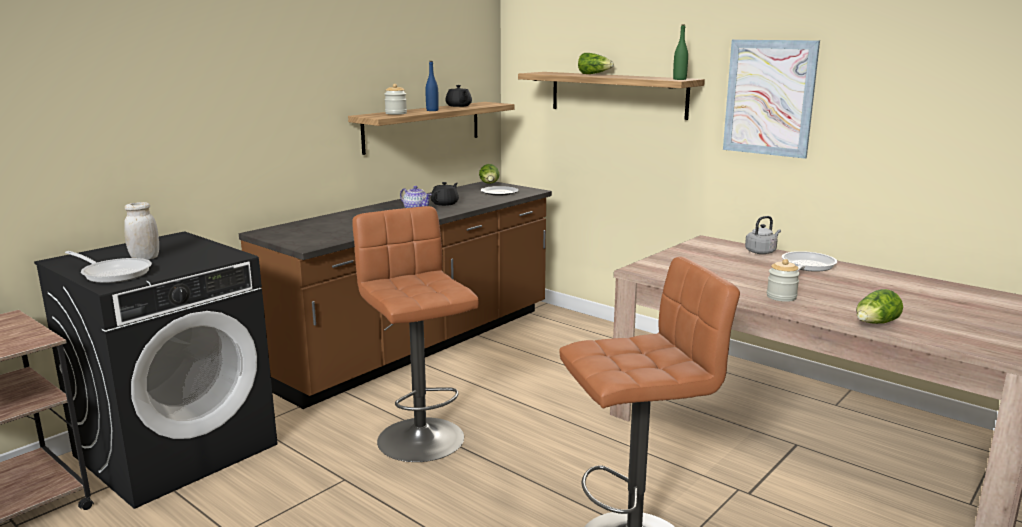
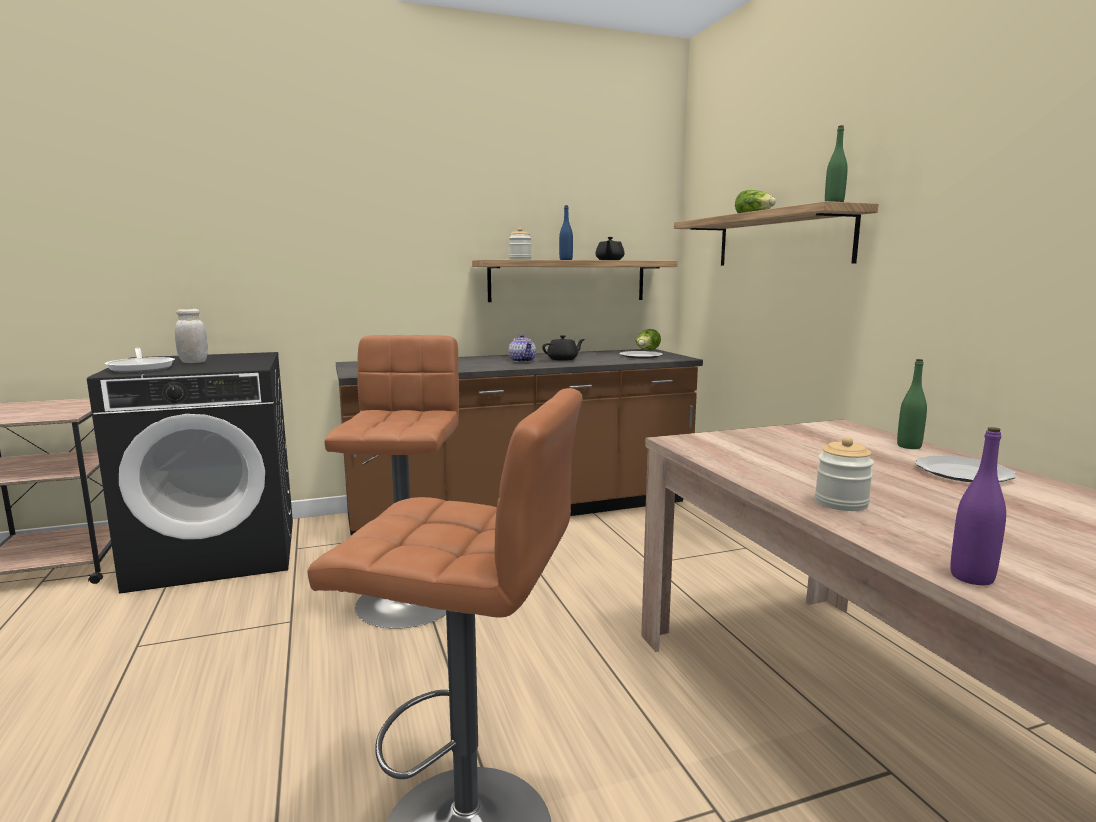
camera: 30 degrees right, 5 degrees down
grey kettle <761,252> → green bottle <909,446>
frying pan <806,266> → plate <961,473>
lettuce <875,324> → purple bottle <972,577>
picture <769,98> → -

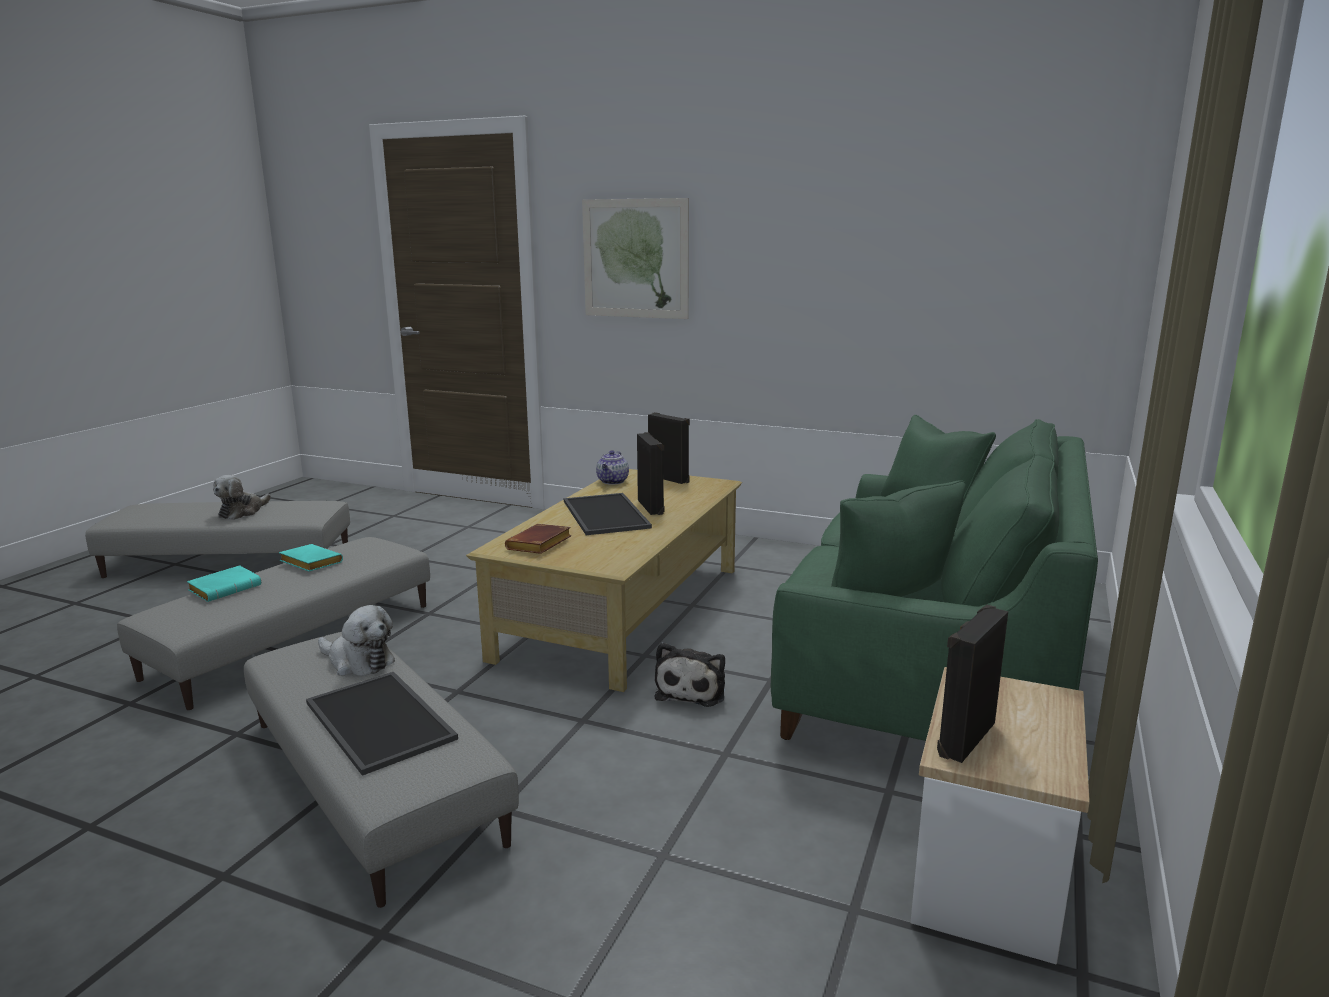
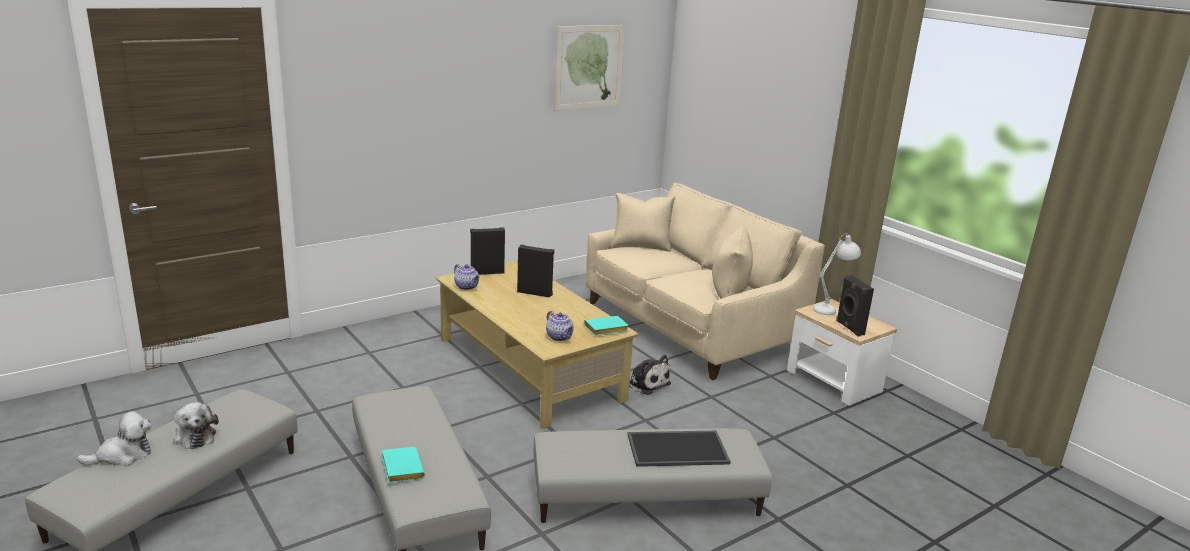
camera: 60 degrees left, 5 degrees up
plush toy <358,662> → plush toy <123,456>, shifted
brown book <539,545> → teapot <560,337>
picture <635,259> → picture <589,67>, shifted
turquoise book <309,563> → turquoise book <605,330>, shifted
green sofa <929,670> → beige sofa <688,326>
- → white table lamp <832,309>
tray <603,514> → -

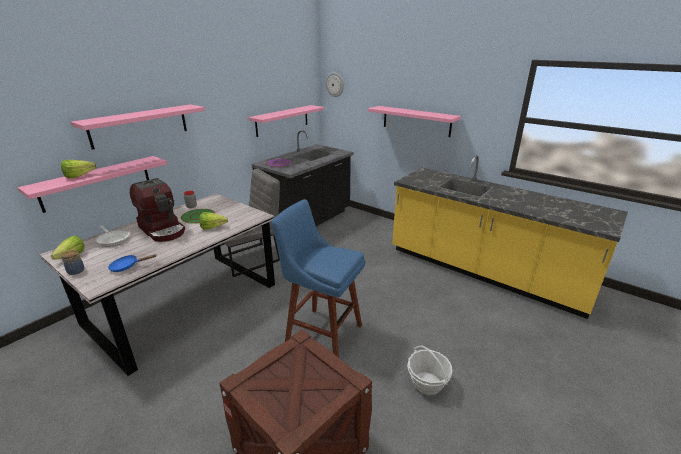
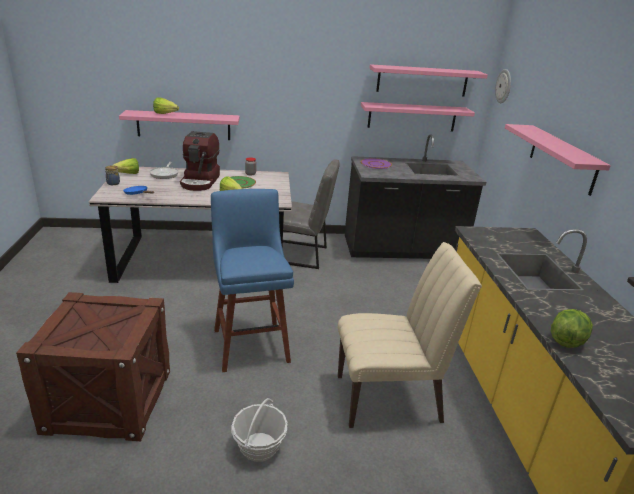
camera: 45 degrees right, 0 degrees up
- → beige chair <387,399>
pink shelf <140,125> → pink shelf <422,80>, shifted
- → lettuce <567,340>

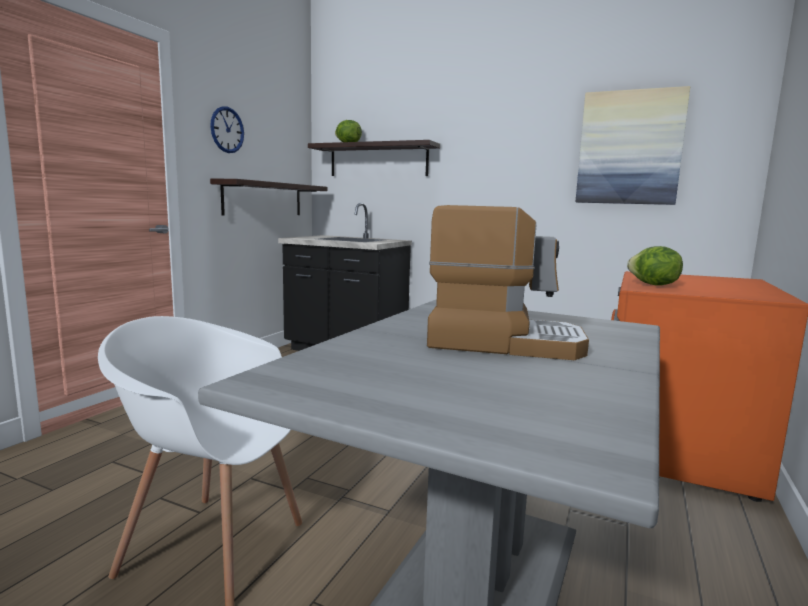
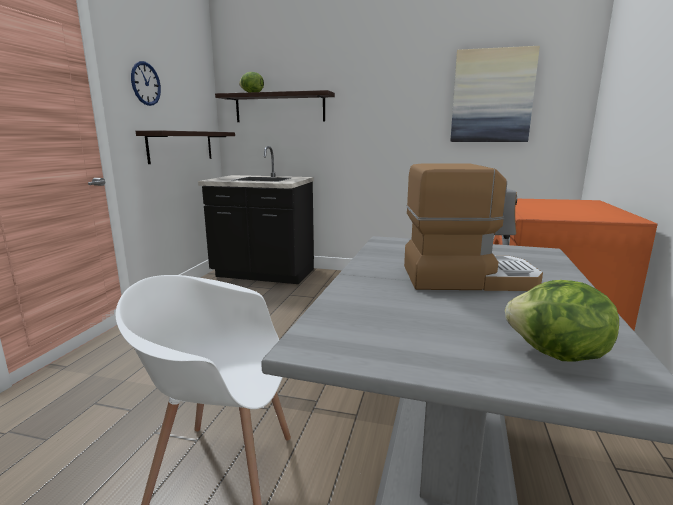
camera: 10 degrees left, 5 degrees up
lettuce <653,285> → lettuce <557,355>, shifted

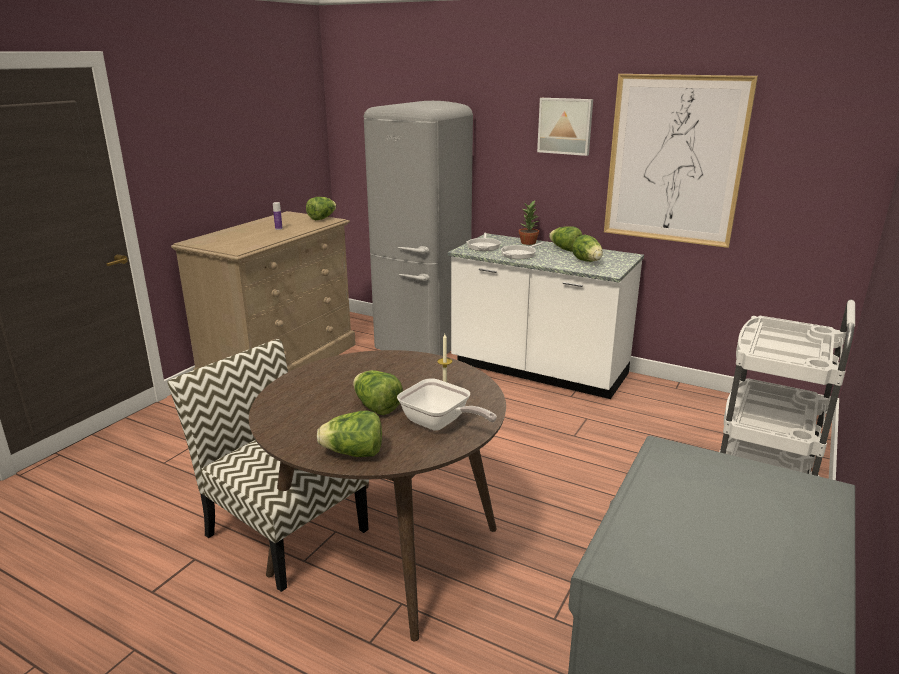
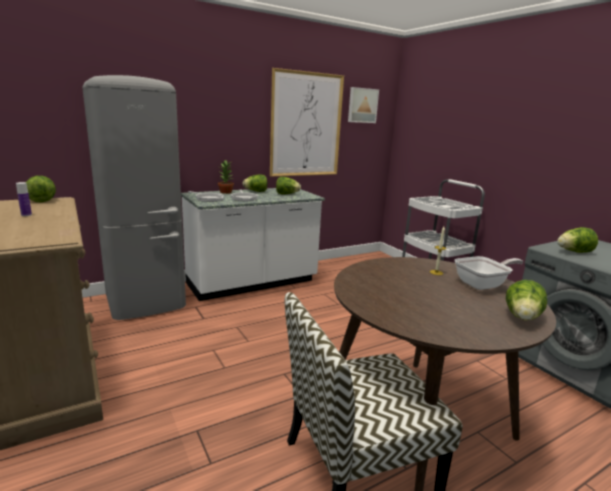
camera: 60 degrees left, 5 degrees down
picture <565,126> → picture <362,105>, shifted
lettuce <376,407> → lettuce <573,252>, shifted

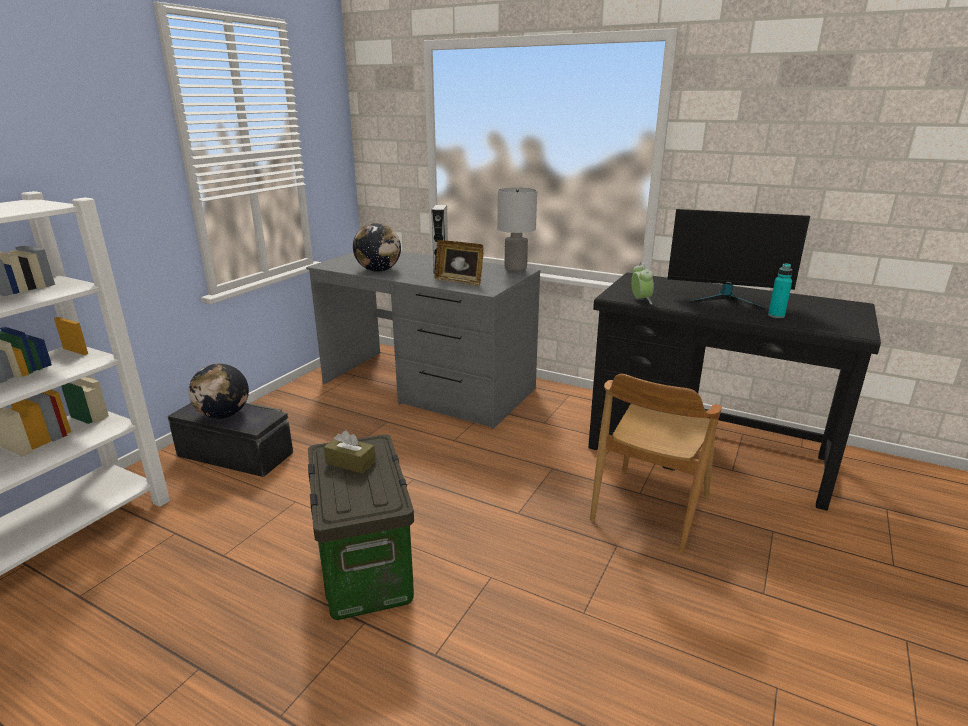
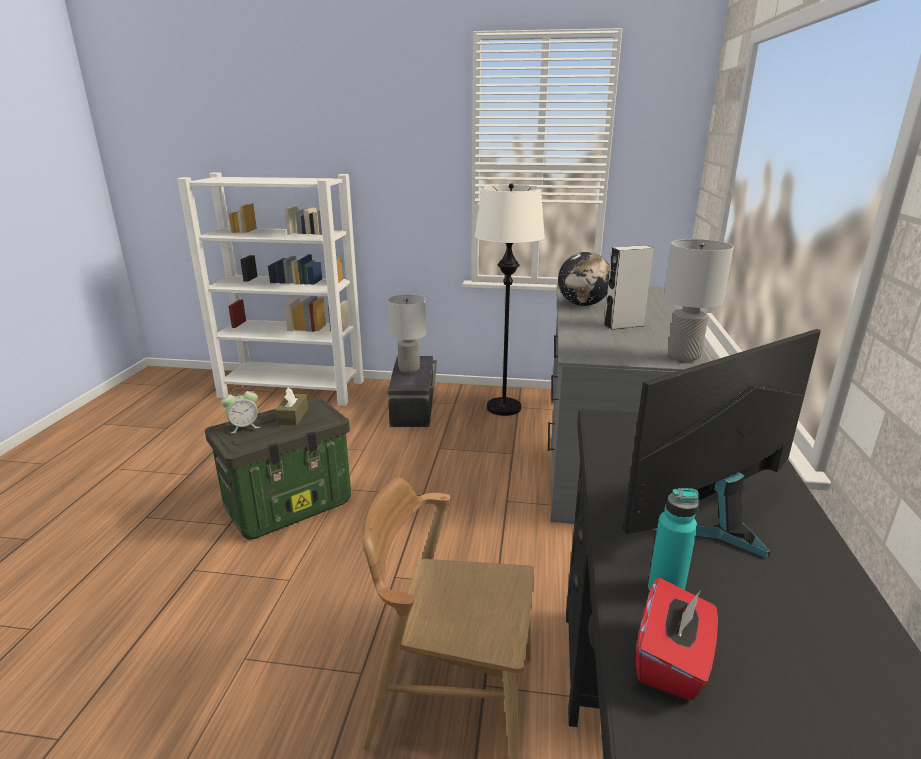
camera: 70 degrees right, 0 degrees up
alarm clock <640,300> → alarm clock <244,427>, shifted
globe <223,415> → grey table lamp <409,371>
- → white floor lamp <503,408>
monitor <726,299> → monitor <712,524>, 60 degrees clockwise
- → red tissue box <672,661>
picture frame <459,281> → -

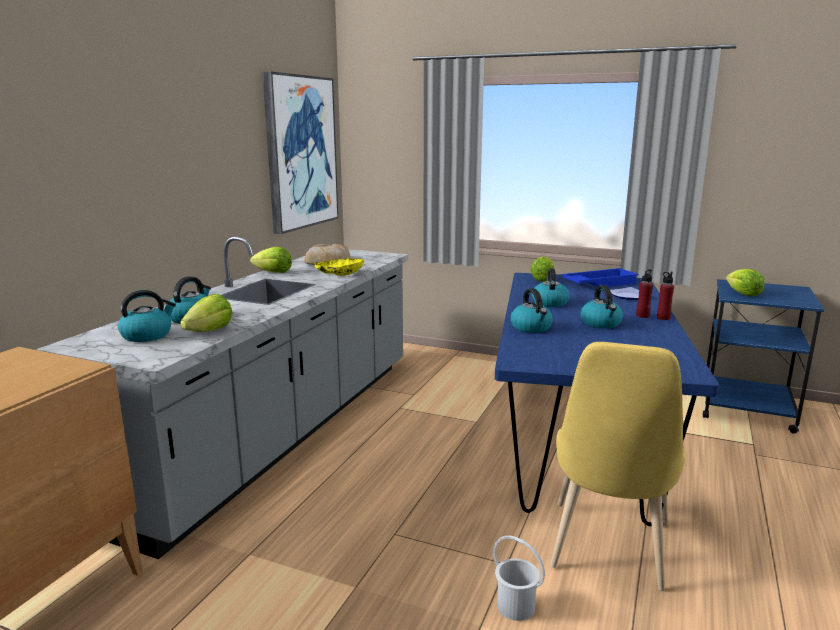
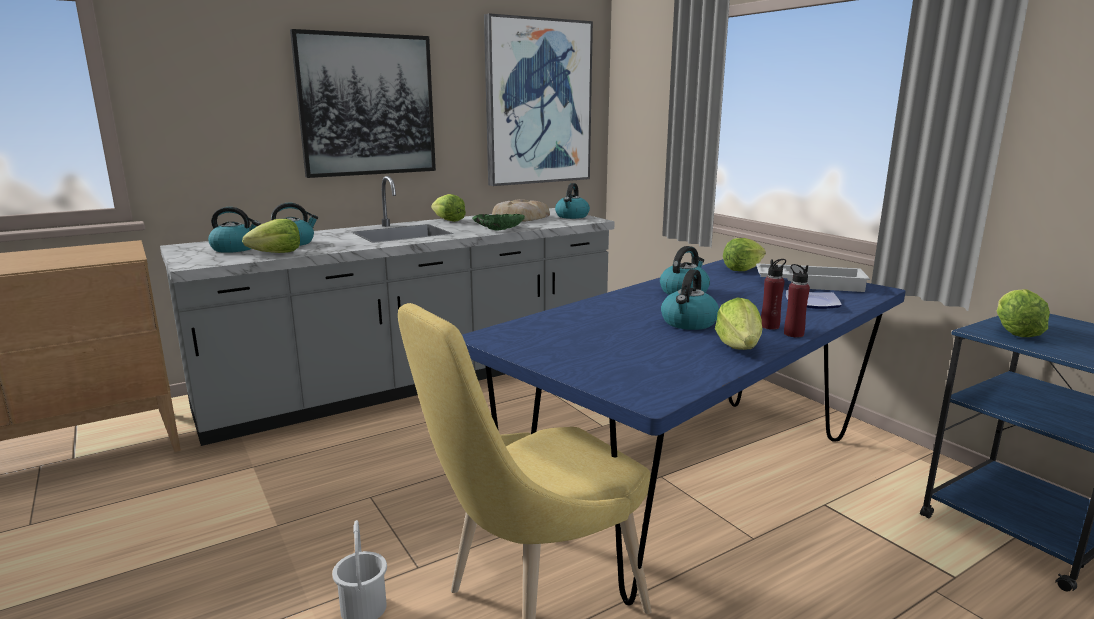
camera: 35 degrees right, 0 degrees up
- → picture <367,105>
yellow bowl <340,273> → green bowl <499,228>
kettle <531,328> → kettle <572,216>, shifted
- → lettuce <739,347>
blue tray <599,283> → white tray <809,283>

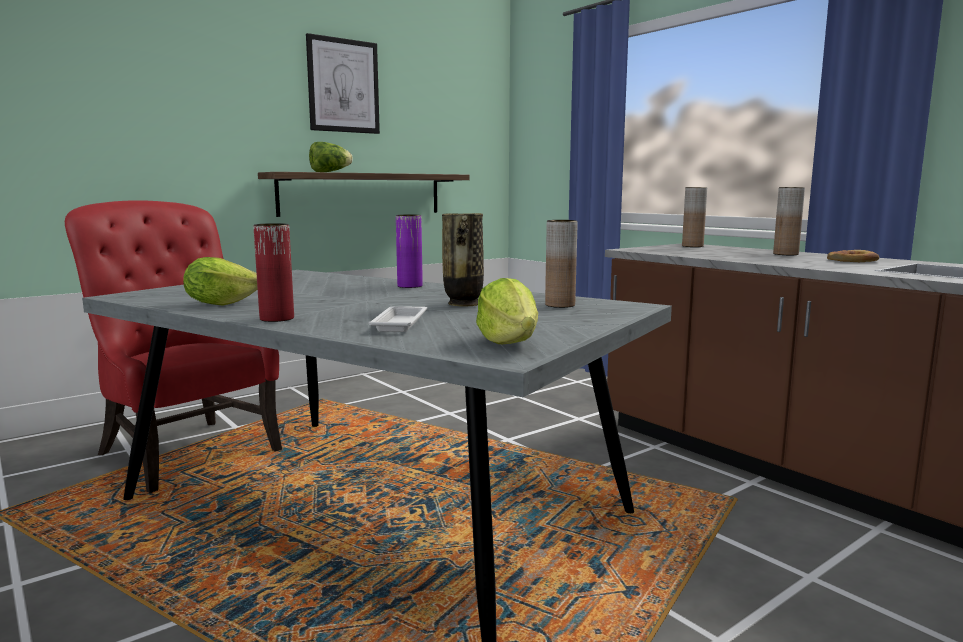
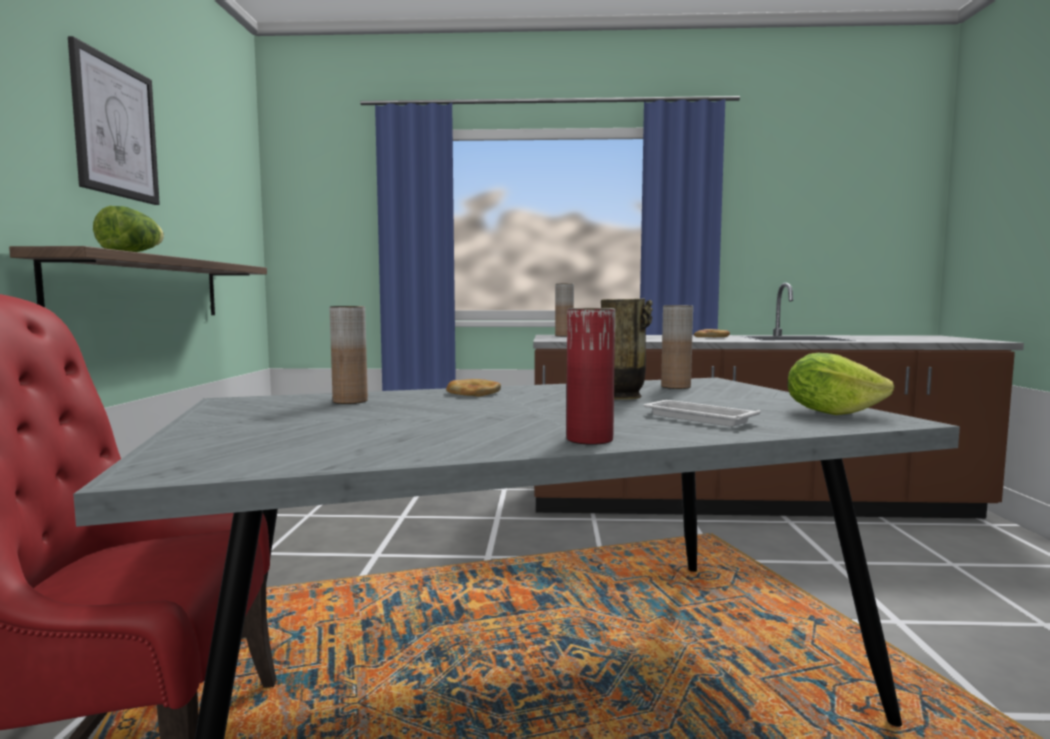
camera: 50 degrees left, 5 degrees down
brown vase <785,254> → brown vase <350,401>, shifted
purple vase <410,286> → bread <473,393>
lettuce <220,304> → -

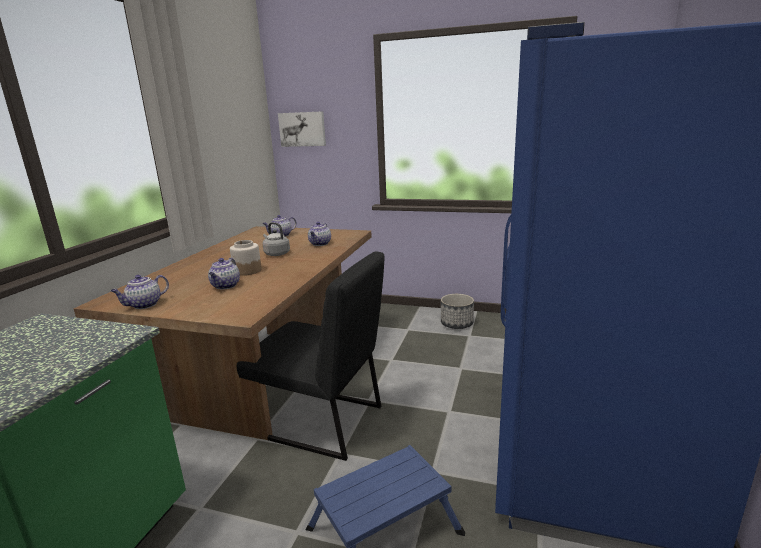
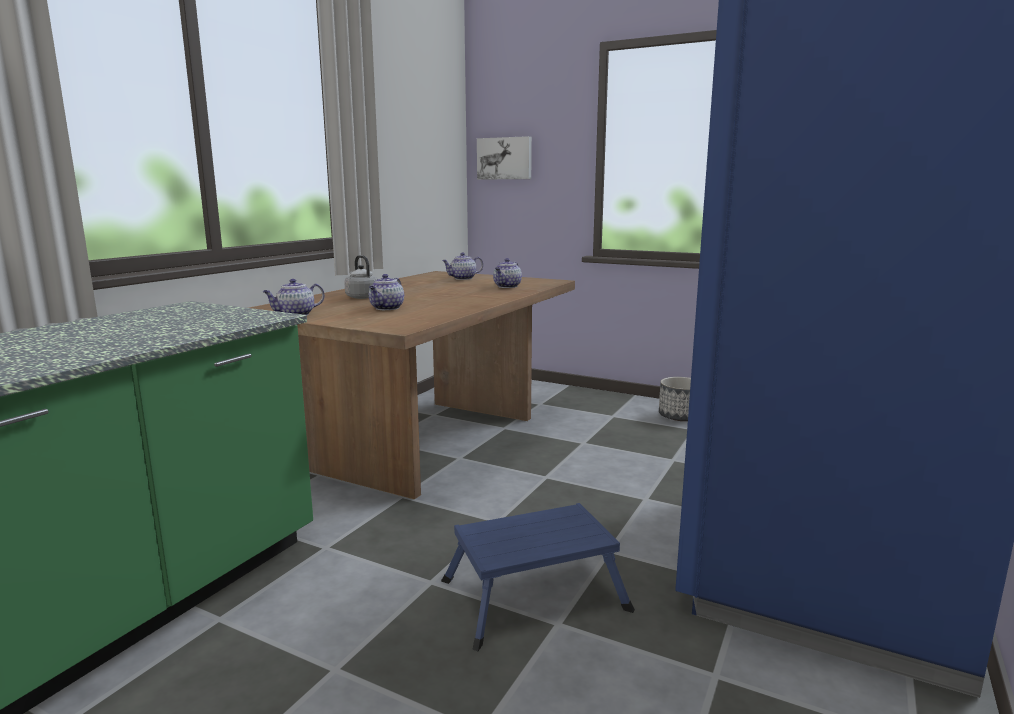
camera: 10 degrees right, 5 degrees down
grey kettle <276,254> → grey kettle <361,297>, shifted
jar <247,271> → -
black chair <322,422> → -

